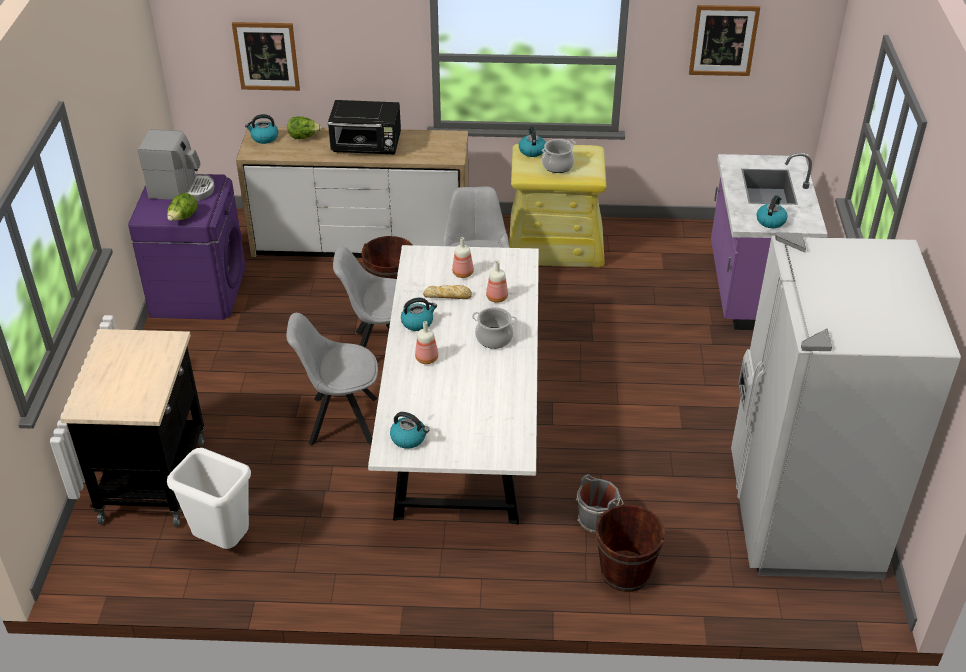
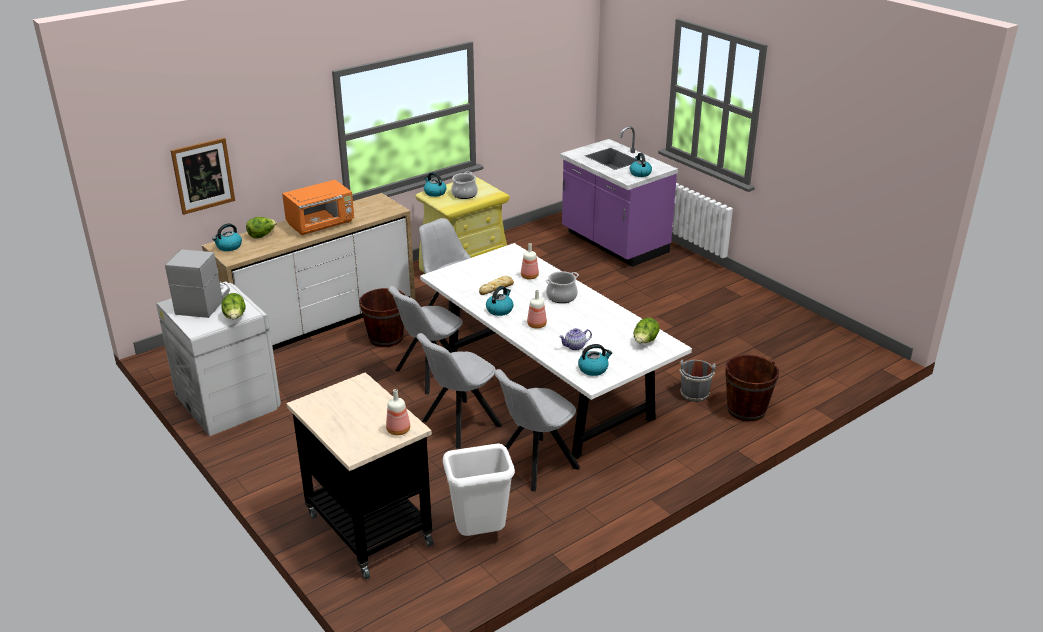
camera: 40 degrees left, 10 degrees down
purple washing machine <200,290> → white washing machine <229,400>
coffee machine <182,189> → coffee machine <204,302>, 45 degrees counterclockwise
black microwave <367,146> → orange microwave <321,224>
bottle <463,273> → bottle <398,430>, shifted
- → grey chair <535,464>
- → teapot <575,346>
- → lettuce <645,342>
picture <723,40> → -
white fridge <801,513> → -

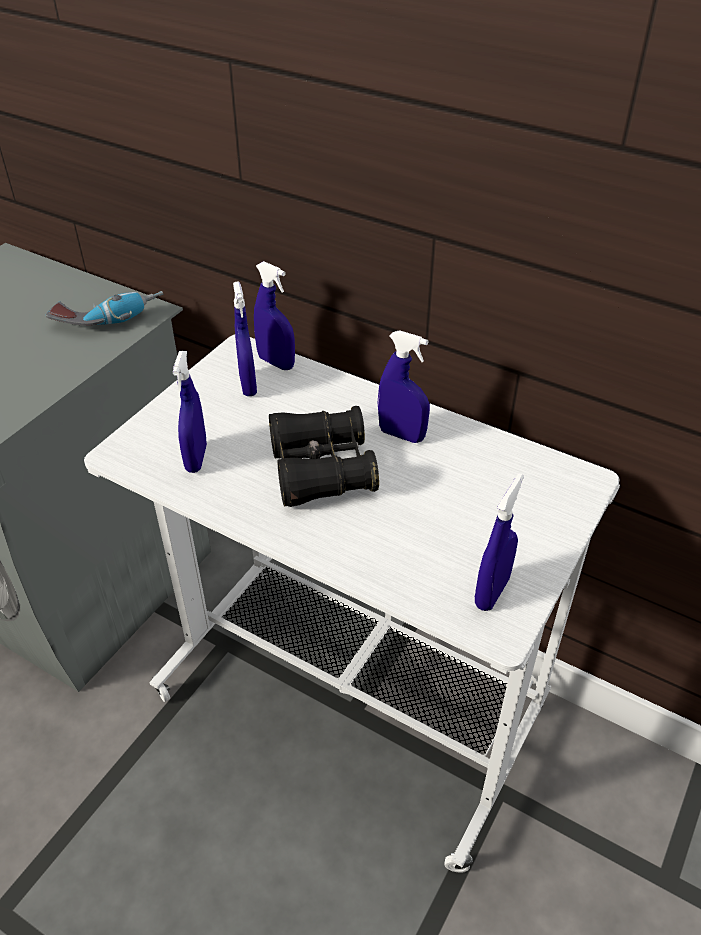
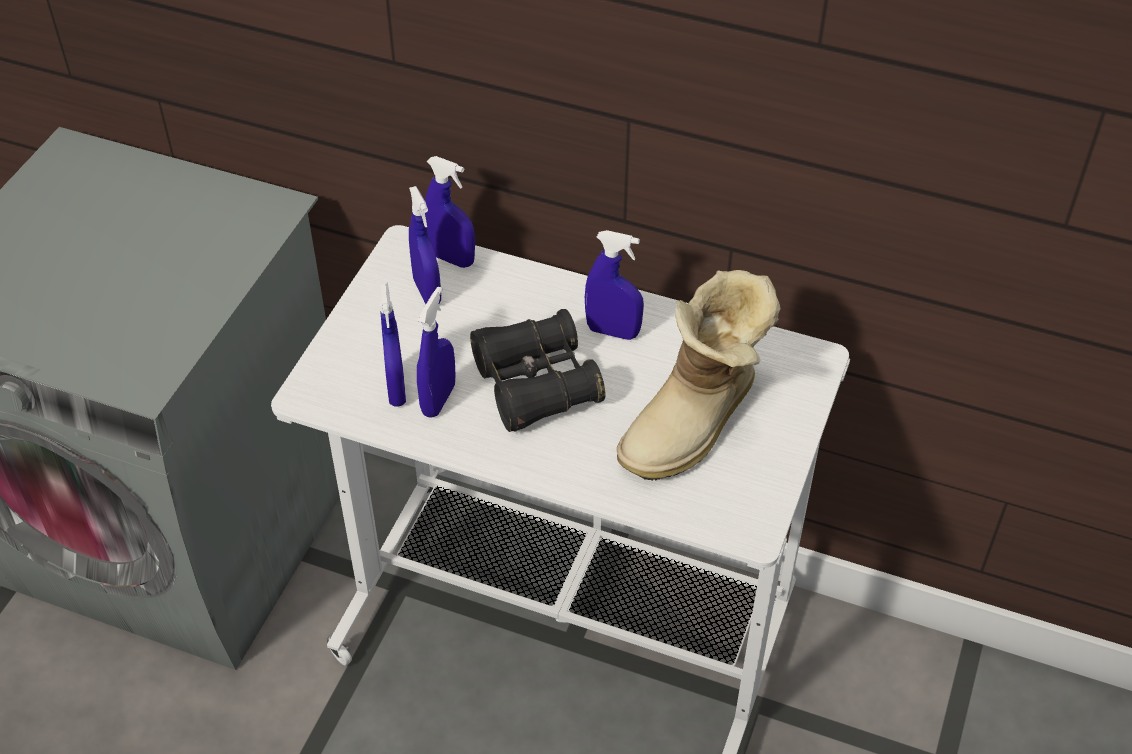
camera: 10 degrees left, 5 degrees up
blue spray bottle <492,592> → blue spray bottle <438,400>, shifted
- → boot <696,423>
power drill <109,317> → -

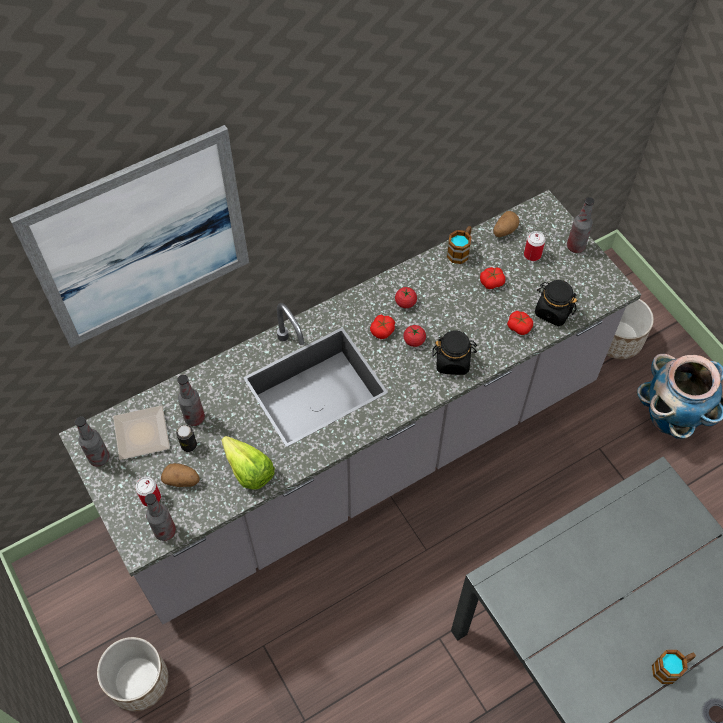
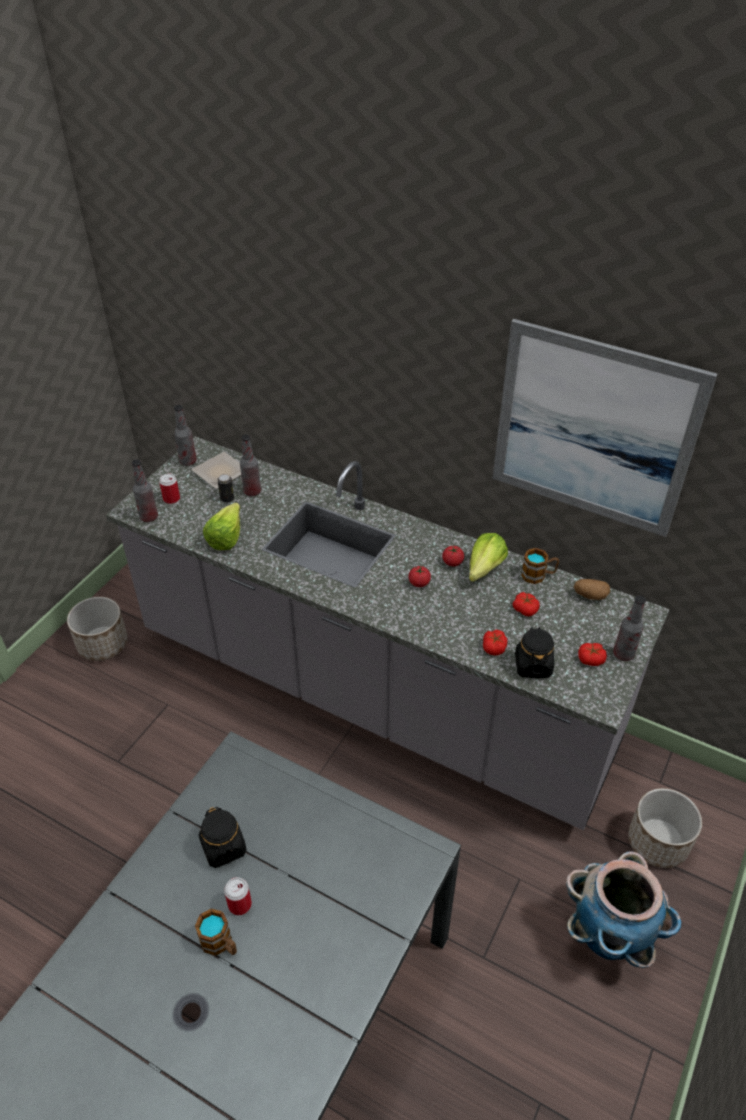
camera: 60 degrees right, 15 degrees down
black jar <453,361> → black jar <224,848>, shifted
can <532,254> → can <240,904>, shifted
- → lettuce <481,572>
picture <141,241> → picture <593,430>, shifted
tomato <382,330> → tomato <591,659>, shifted
potato <182,480> → -

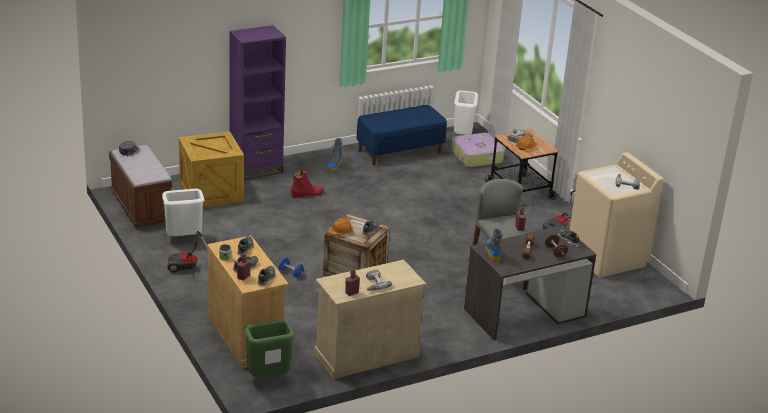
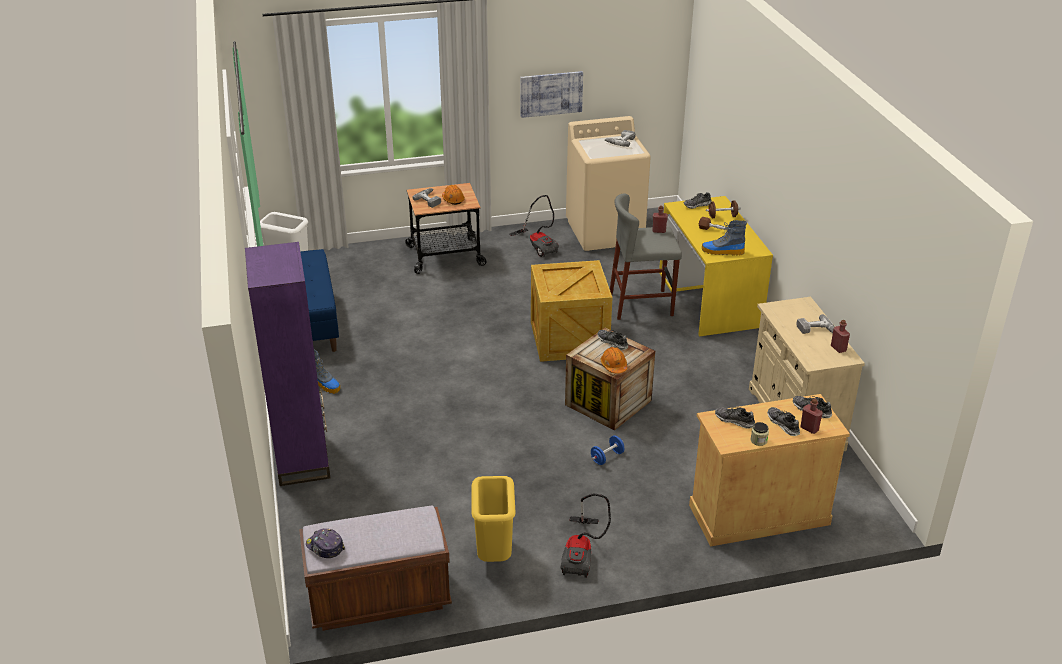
camera: 75 degrees left, 5 degrees up
white trash can <184,239> → yellow trash can <493,554>
- → picture <551,93>
crate <210,192> → crate <568,339>, shifted
grey desk <525,313> → yellow desk <709,299>
green trash can <268,378> → -
red boot <307,194> → -
suitcase <476,157> → -

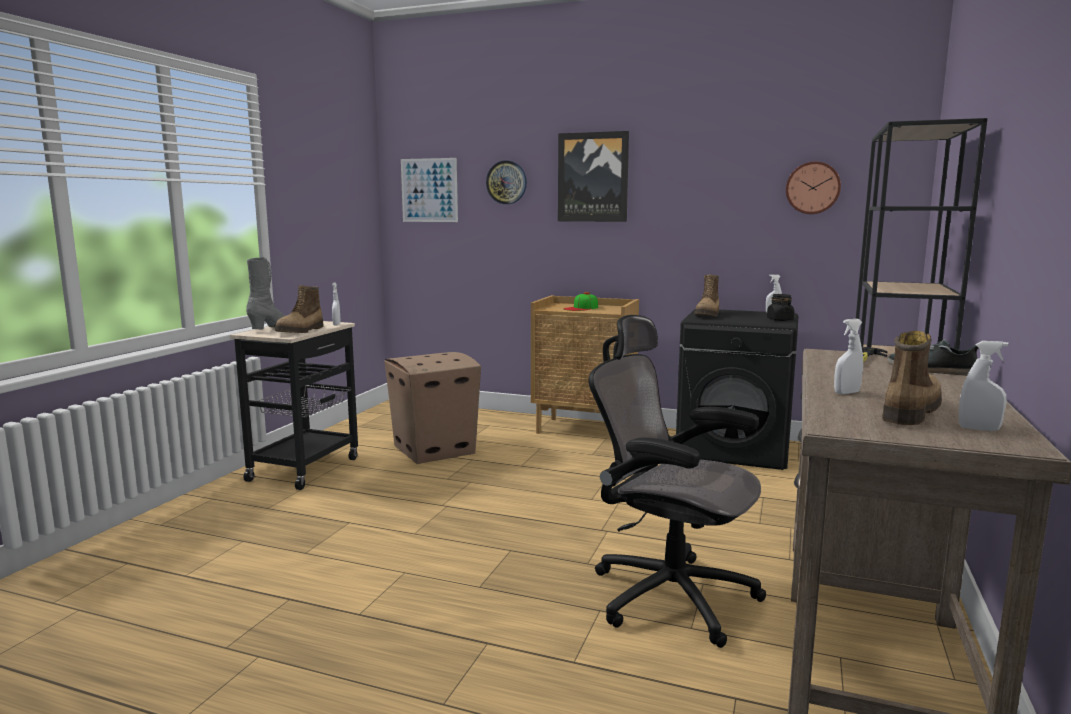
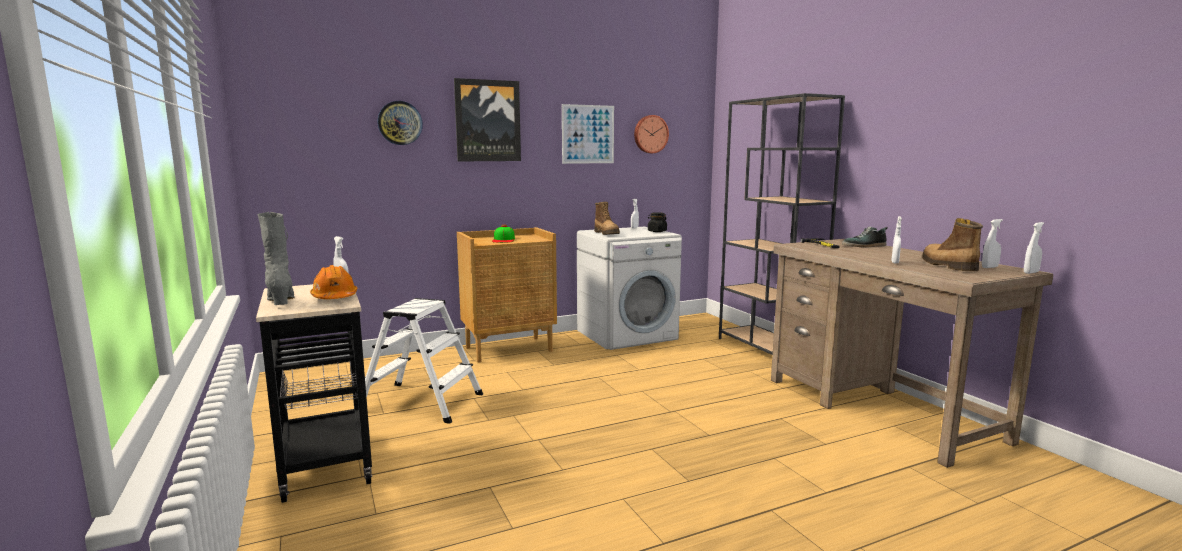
camera: 45 degrees left, 0 degrees up
boot <301,331> → orange hard hat <334,298>
cardboard box <433,450> → white step ladder <421,402>
picture <429,190> → picture <588,134>, shifted
black washing machine <734,449> → white washing machine <629,335>
- → white spray bottle <1031,272>
office chair <671,598> → -

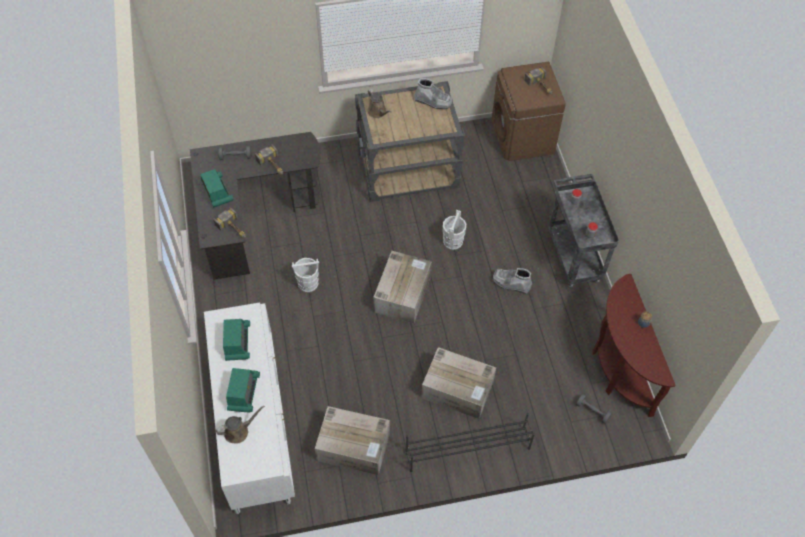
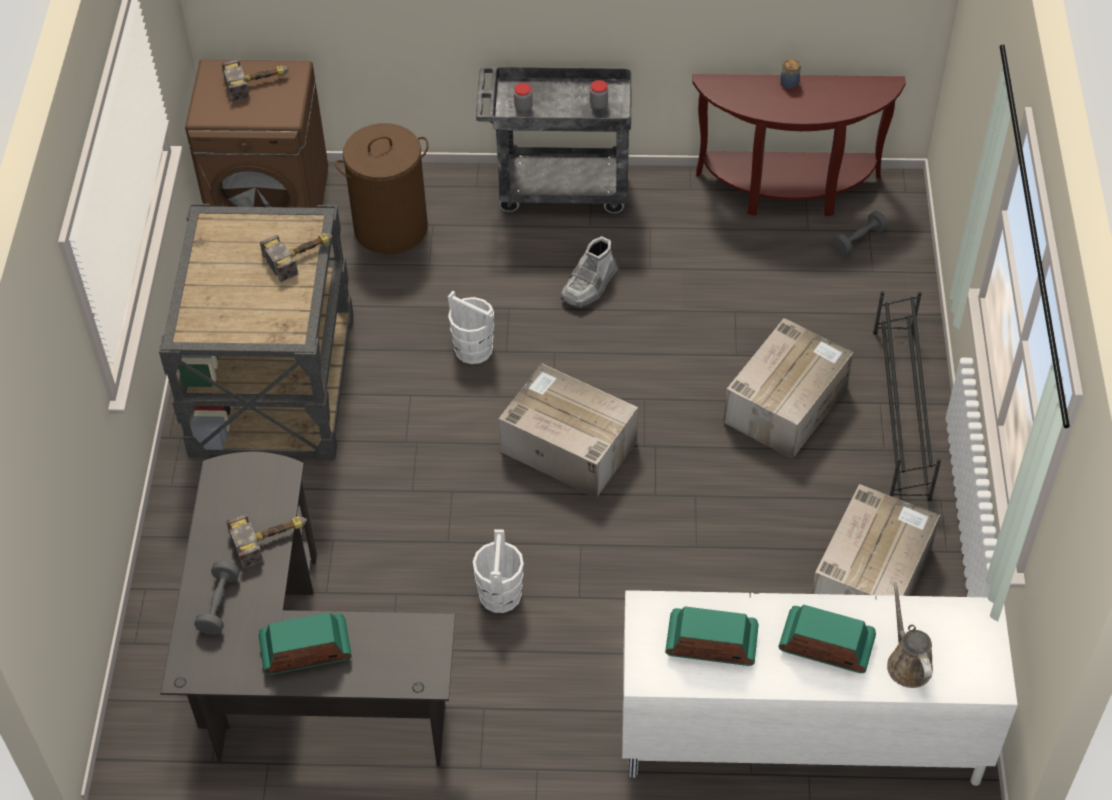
camera: 75 degrees left, 5 degrees down
hammer <234,229> → hammer <302,255>, shifted
- → brown laundry basket <391,227>
brown watering can <378,112> → -
grey boot <433,101> → -

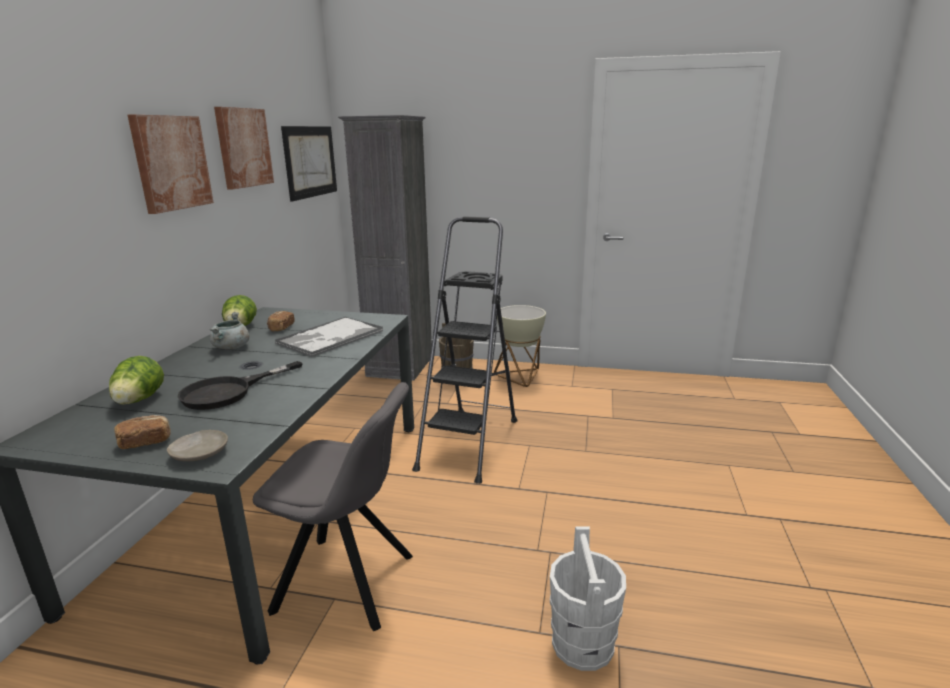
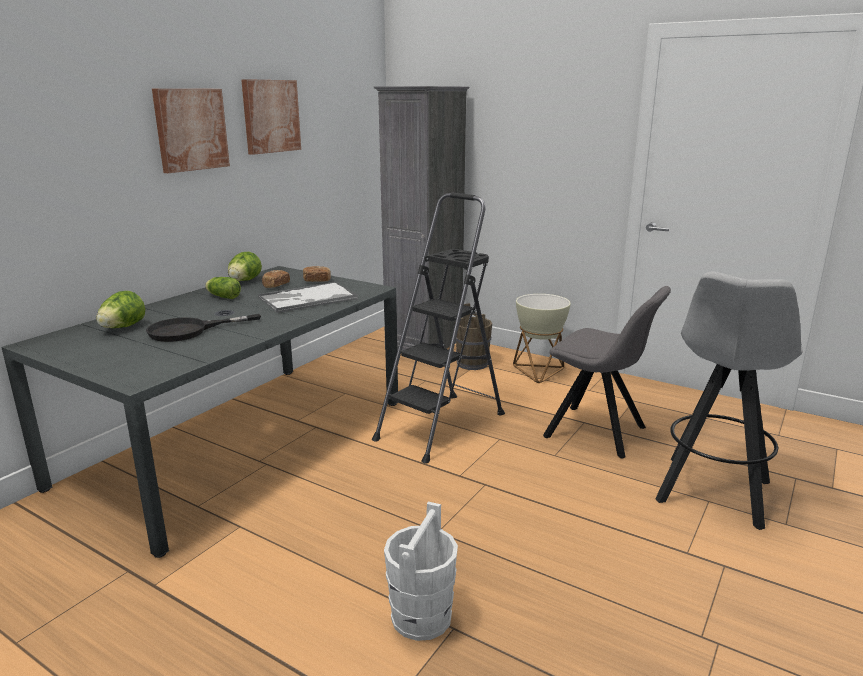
camera: 20 degrees right, 0 degrees up
grey cooking pot <231,347> → lettuce <222,296>
bread <145,442> → bread <317,281>, shifted
grey chair <346,582> → grey chair <596,432>, shifted
- → grey stool <712,493>
beige plate <200,453> → -
picture <311,161> → -

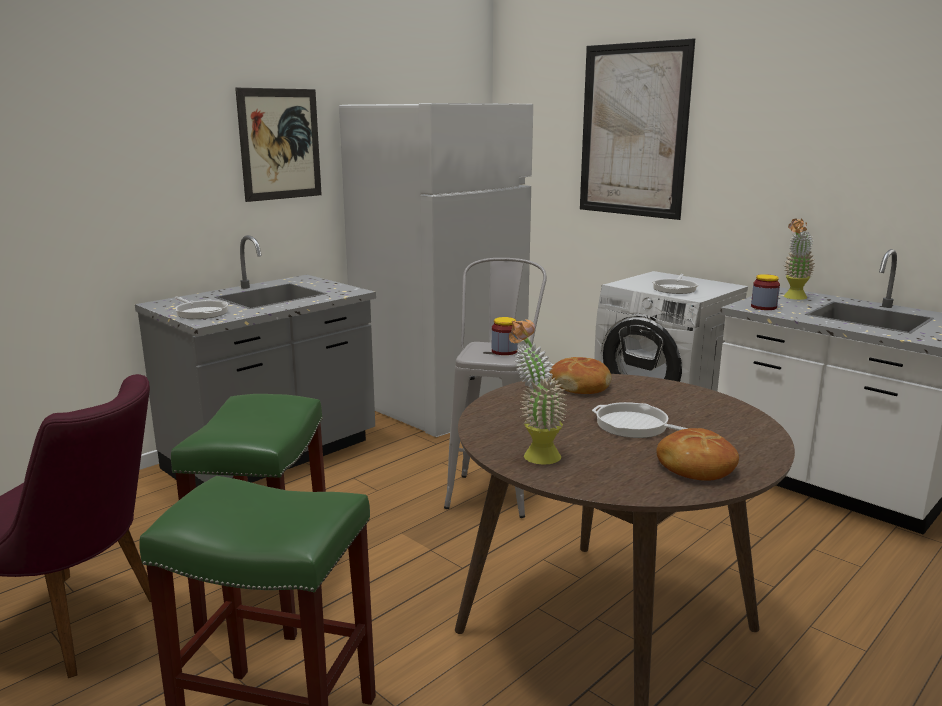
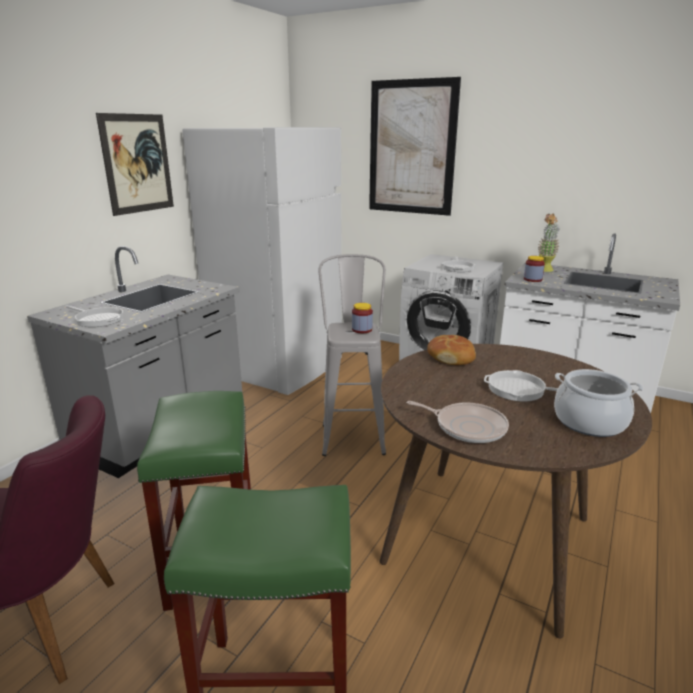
camera: 15 degrees left, 5 degrees up
potted plant <534,453> → frying pan <467,427>
bread <695,466> → cooking pot <589,422>

